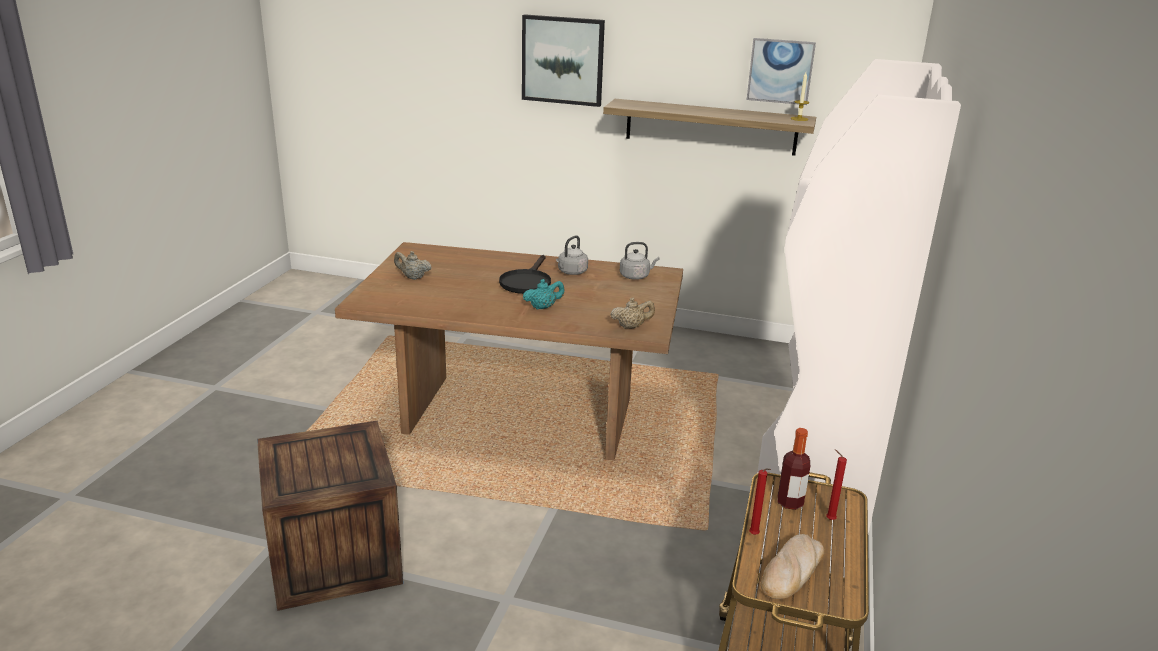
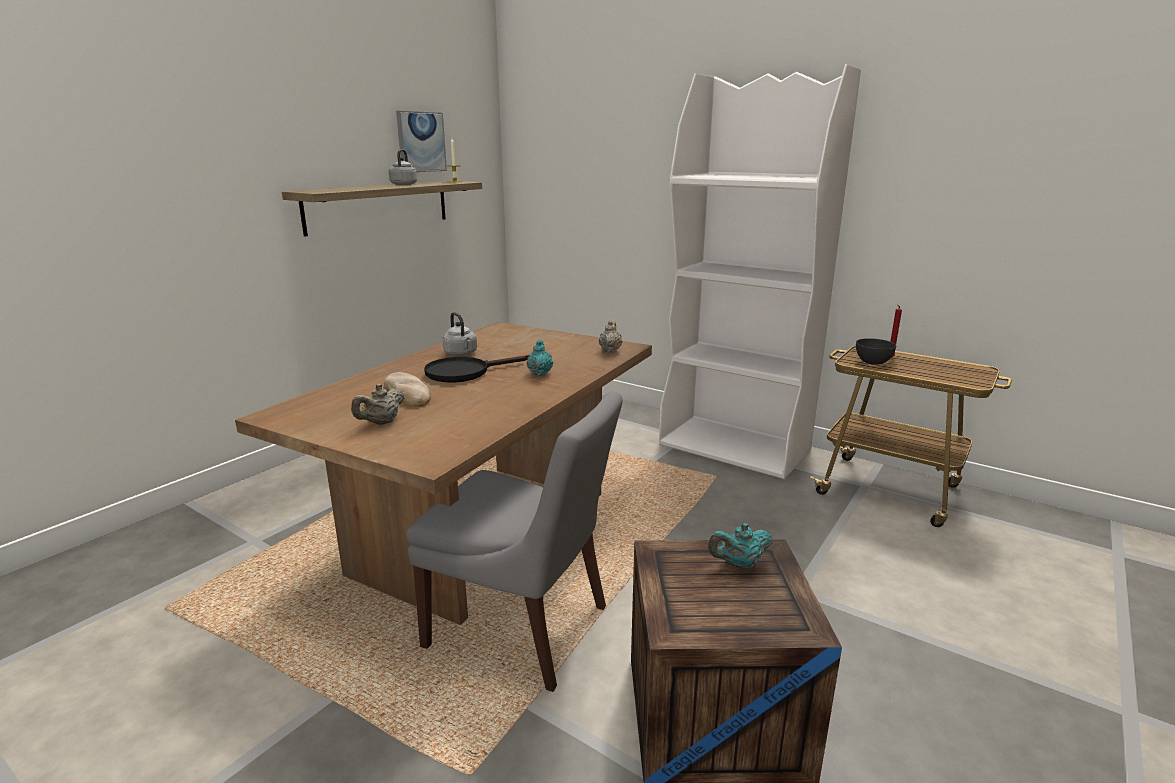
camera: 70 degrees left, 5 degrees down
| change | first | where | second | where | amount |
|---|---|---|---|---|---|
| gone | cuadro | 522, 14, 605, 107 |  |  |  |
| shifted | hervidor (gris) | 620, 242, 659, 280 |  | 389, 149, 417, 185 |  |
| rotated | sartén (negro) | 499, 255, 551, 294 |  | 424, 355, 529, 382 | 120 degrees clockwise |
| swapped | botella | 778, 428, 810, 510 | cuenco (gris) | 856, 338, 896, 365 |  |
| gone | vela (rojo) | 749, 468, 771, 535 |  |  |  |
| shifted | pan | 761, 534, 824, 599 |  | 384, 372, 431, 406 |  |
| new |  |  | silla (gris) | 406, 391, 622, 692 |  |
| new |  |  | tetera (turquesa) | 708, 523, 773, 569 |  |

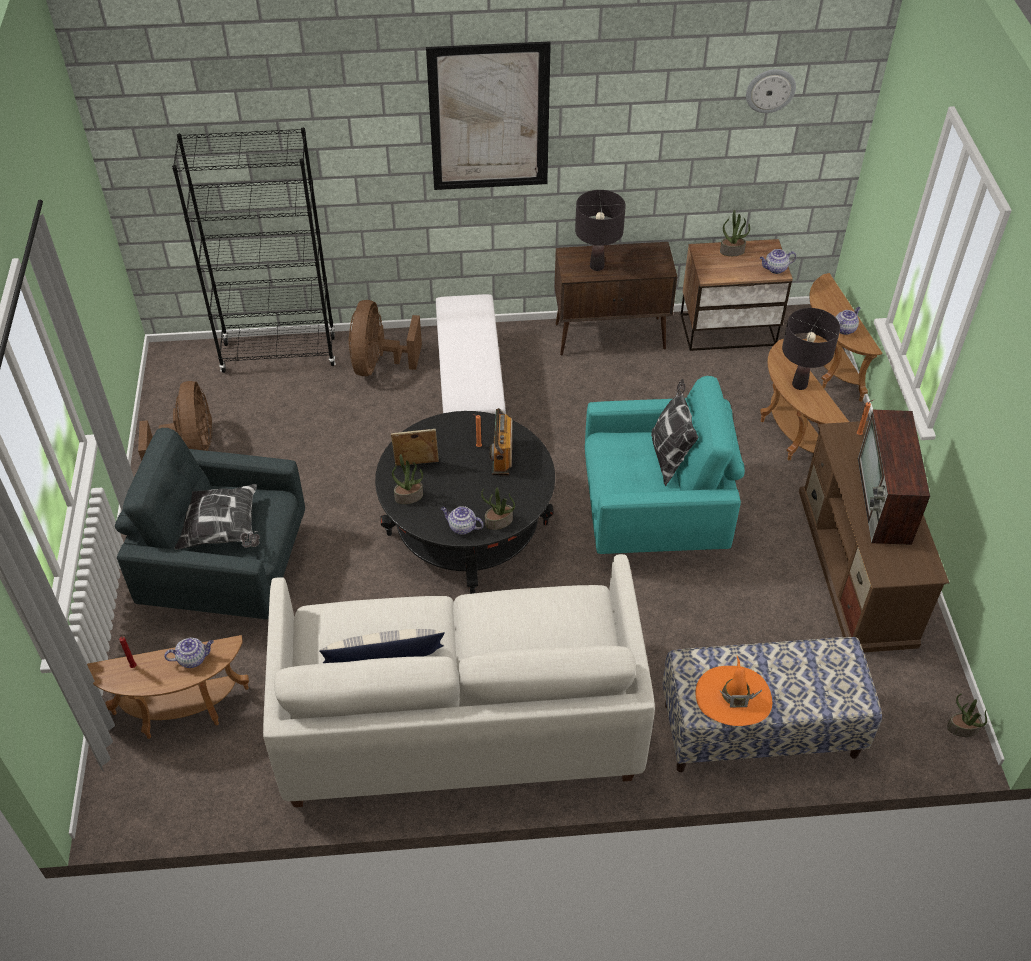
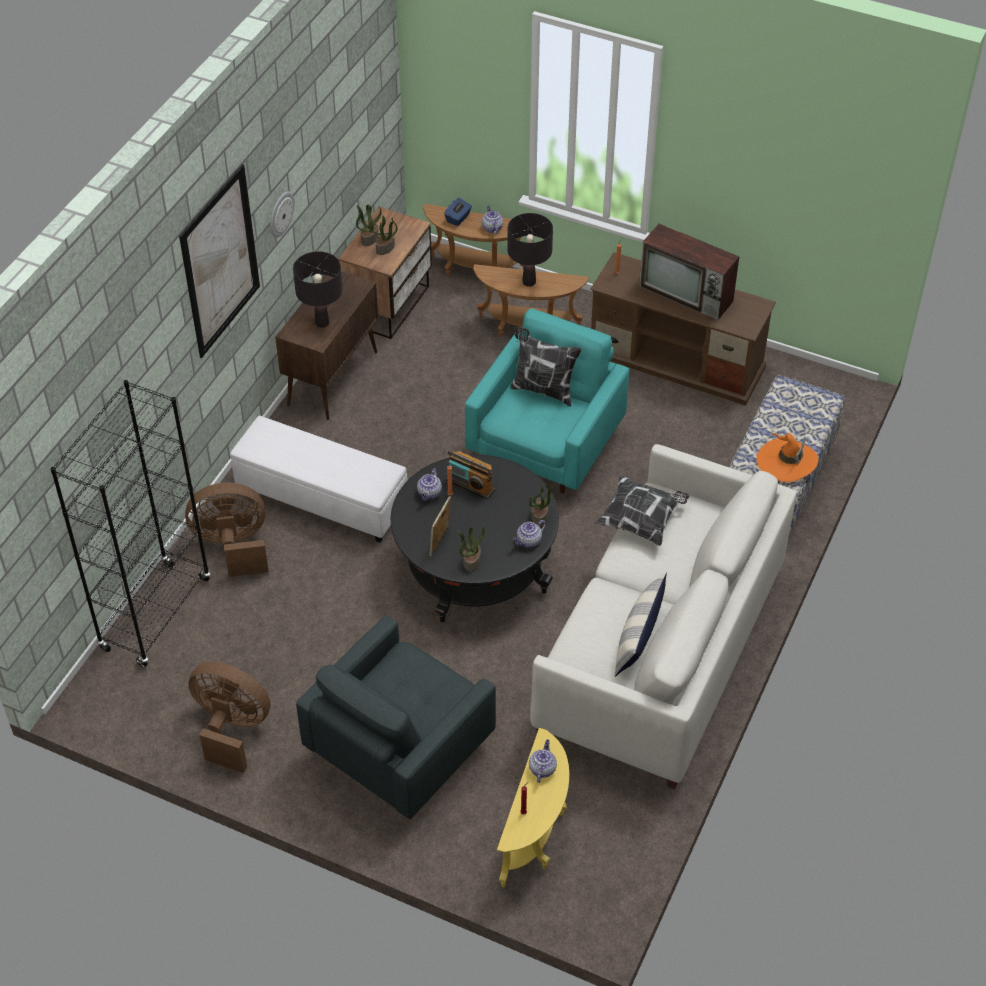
camera: 60 degrees left, 0 degrees up
| change | first | where | second | where | amount |
|---|---|---|---|---|---|
| shifted | reloj de pared | 746, 69, 796, 113 |  | 270, 191, 295, 238 |  |
| shifted | tetera | 760, 249, 796, 274 |  | 417, 468, 442, 501 |  |
| rotated | ventilador (marrón) | 348, 300, 422, 376 |  | 185, 483, 269, 577 | 135 degrees clockwise |
| shifted | cojín | 174, 484, 260, 550 |  | 594, 475, 689, 546 |  |
| repainted | mesa auxiliar (marrón) | 87, 635, 249, 739 | mesa auxiliar (amarillo) | 497, 728, 569, 887 |  |
| shifted | planta en maceta | 947, 693, 987, 737 |  | 370, 215, 398, 255 |  |
| new |  |  | caja de pañuelos (azul) | 444, 198, 472, 226 |  |

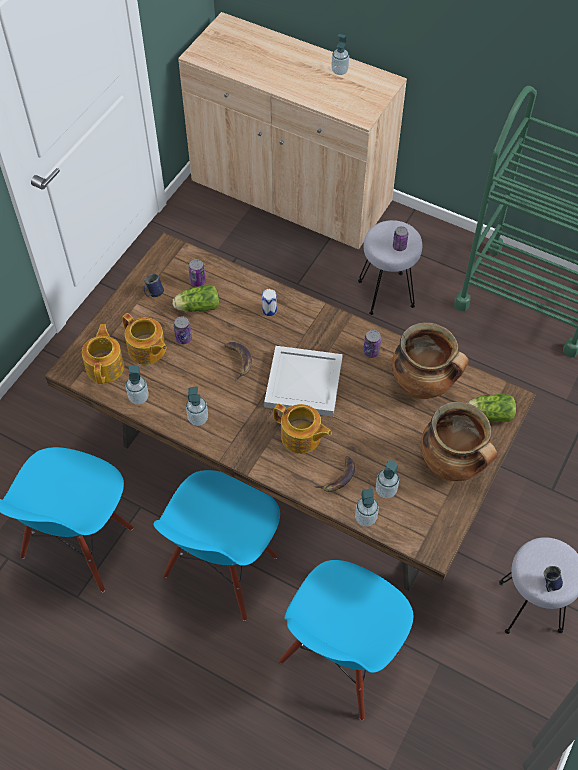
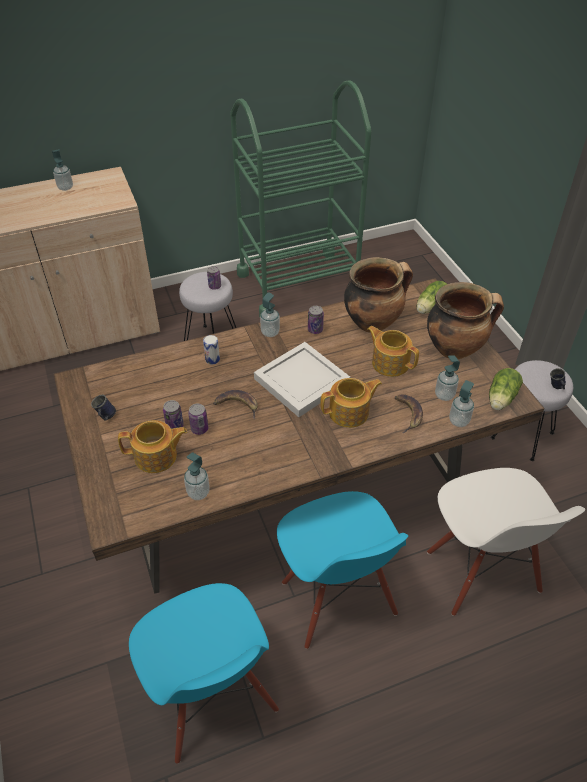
camera: 50 degrees left, 10 degrees down
| change | first | where | second | where | amount |
|---|---|---|---|---|---|
| shifted | lata | 189, 259, 206, 287 |  | 188, 404, 208, 435 |  |
| shifted | lechuga | 173, 285, 219, 312 |  | 489, 368, 523, 410 |  |
| shifted | tetera | 82, 324, 124, 384 |  | 367, 326, 419, 377 |  |
| shifted | dispensador de jabón | 186, 386, 208, 426 |  | 260, 292, 280, 337 |  |
| repainted | silla (azul) | 279, 560, 414, 720 | silla (blanco) | 427, 468, 585, 616 |  |

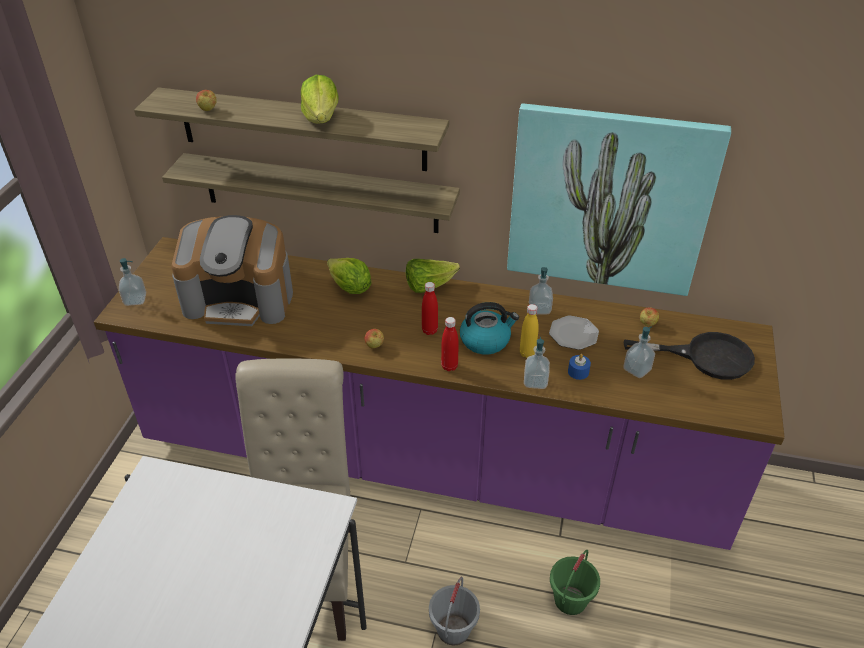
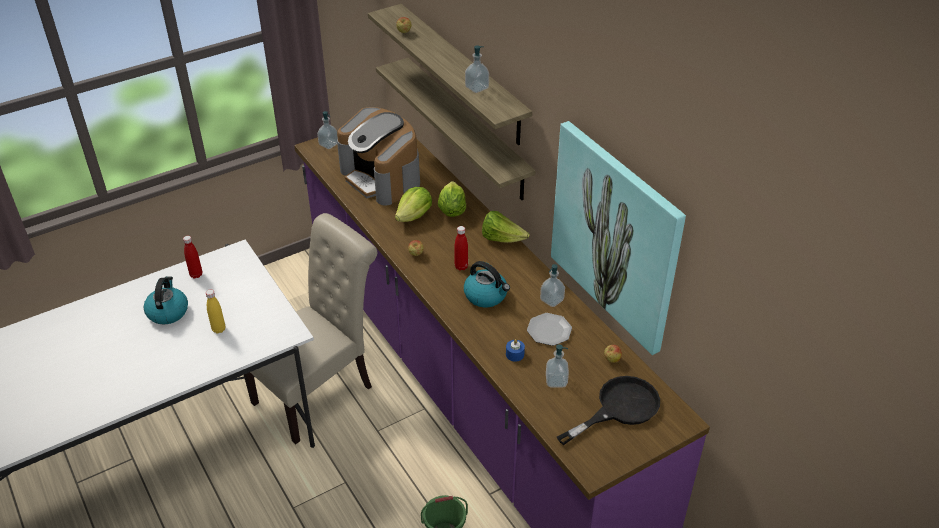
camera: 45 degrees right, 0 degrees up
| change | first | where | second | where | amount |
|---|---|---|---|---|---|
| shifted | lechuga | 301, 75, 338, 124 |  | 395, 187, 432, 222 |  |
| shifted | botella (amarillo) | 520, 304, 539, 358 |  | 206, 289, 225, 333 |  |
| shifted | botella (rojo) | 441, 317, 459, 371 |  | 183, 236, 202, 279 |  |
| rotated | sartén (negro) | 624, 332, 755, 380 |  | 557, 376, 660, 445 | 90 degrees counterclockwise |
| shifted | dispensador de jabón | 524, 337, 550, 389 |  | 465, 45, 489, 93 |  |
| gone | cubo (gris) | 429, 576, 480, 646 |  |  |  |
| new |  |  | hervidor | 144, 276, 188, 325 |  |

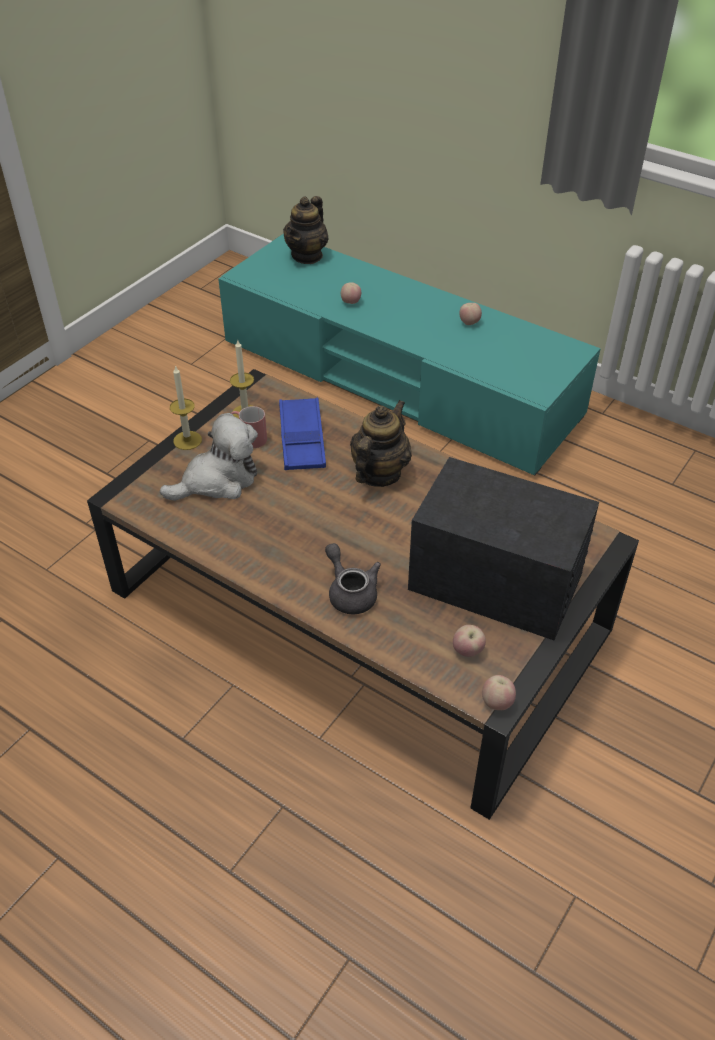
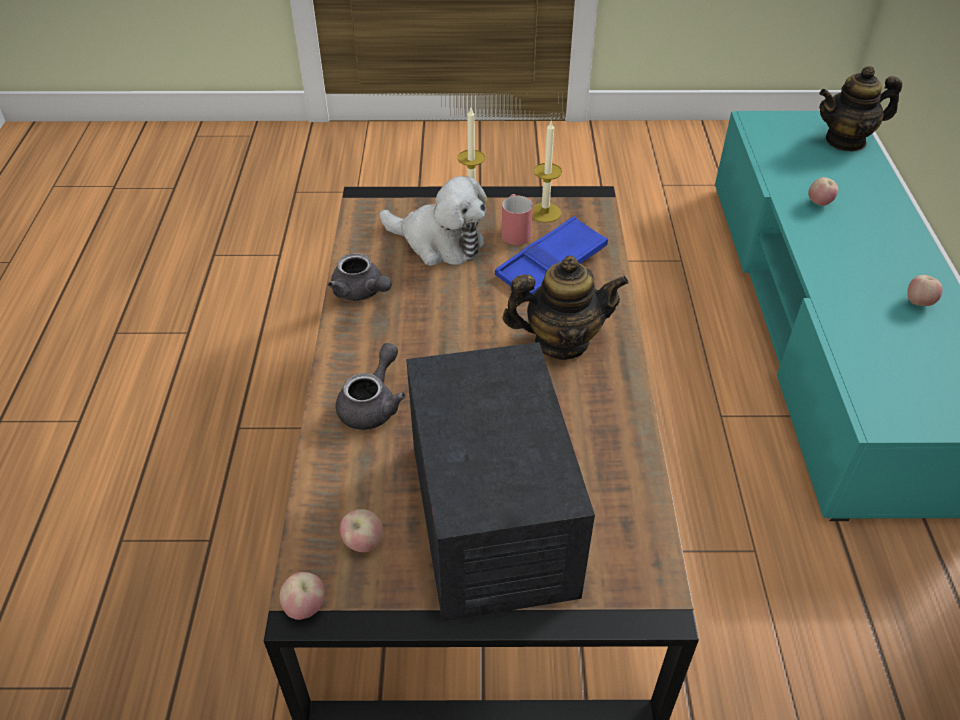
camera: 55 degrees right, 0 degrees up
| change | first | where | second | where | amount |
|---|---|---|---|---|---|
| new |  |  | tetera (gris) | 328, 253, 392, 301 |  |

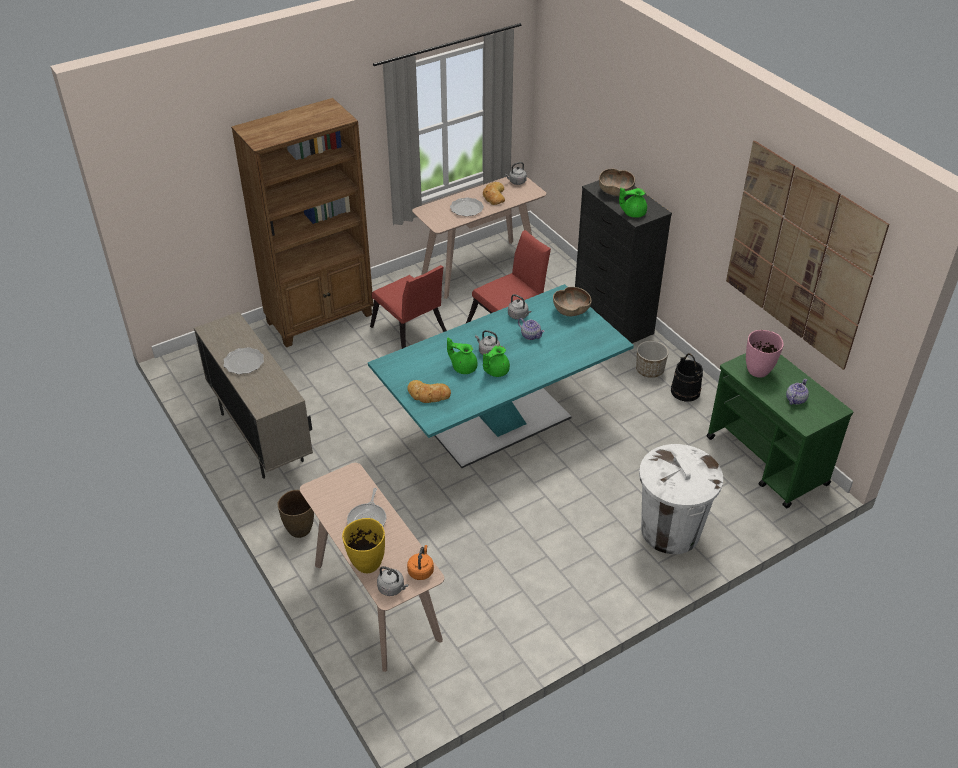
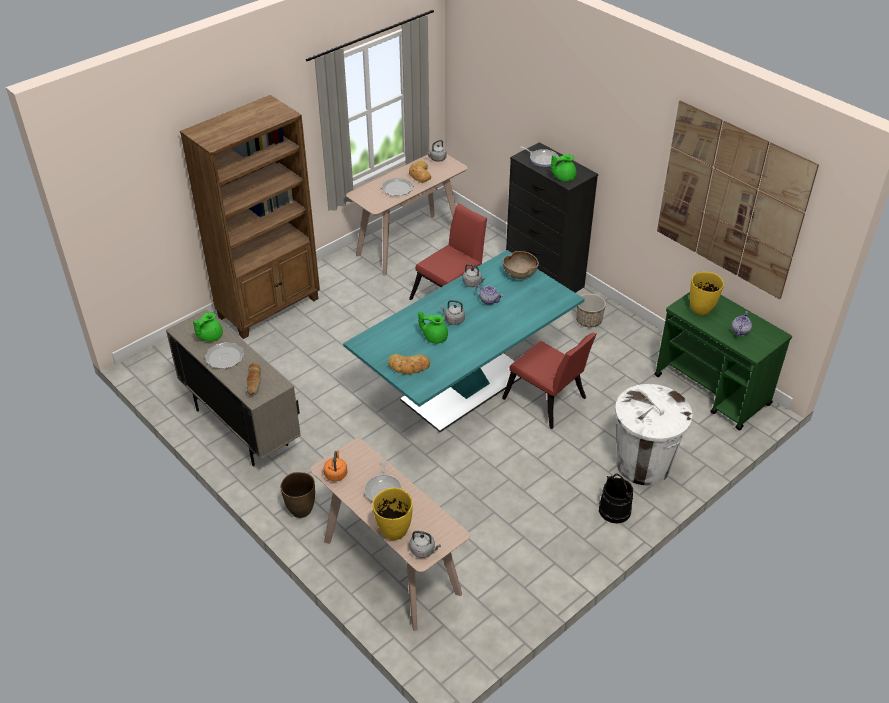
camera: 10 degrees left, 0 degrees up
| change | first | where | second | where | amount |
|---|---|---|---|---|---|
| swapped | cuenco (marrón) | 599, 169, 635, 196 | sartén | 520, 146, 559, 167 |  |
| shifted | silla (rojo) | 370, 265, 447, 349 |  | 502, 333, 596, 429 |  |
| repainted | florero (rosa) | 746, 330, 784, 378 | florero (amarillo) | 690, 272, 724, 315 |  |
| shifted | tetera (verde) | 483, 345, 510, 377 |  | 193, 312, 223, 342 |  |
| shifted | cubo (negro) | 671, 353, 703, 402 |  | 599, 474, 633, 524 |  |
| shifted | hervidor (naranja) | 407, 545, 434, 580 |  | 323, 450, 347, 482 |  |
| new |  |  | pan | 247, 363, 261, 396 |  |

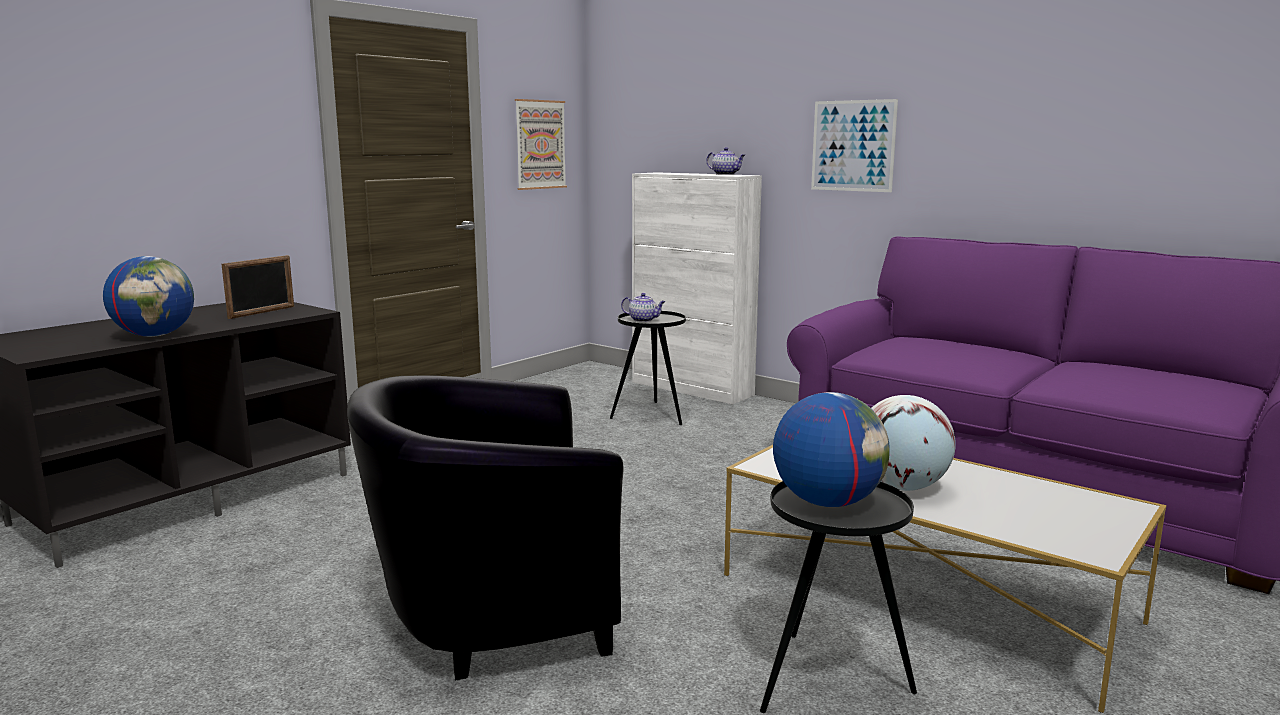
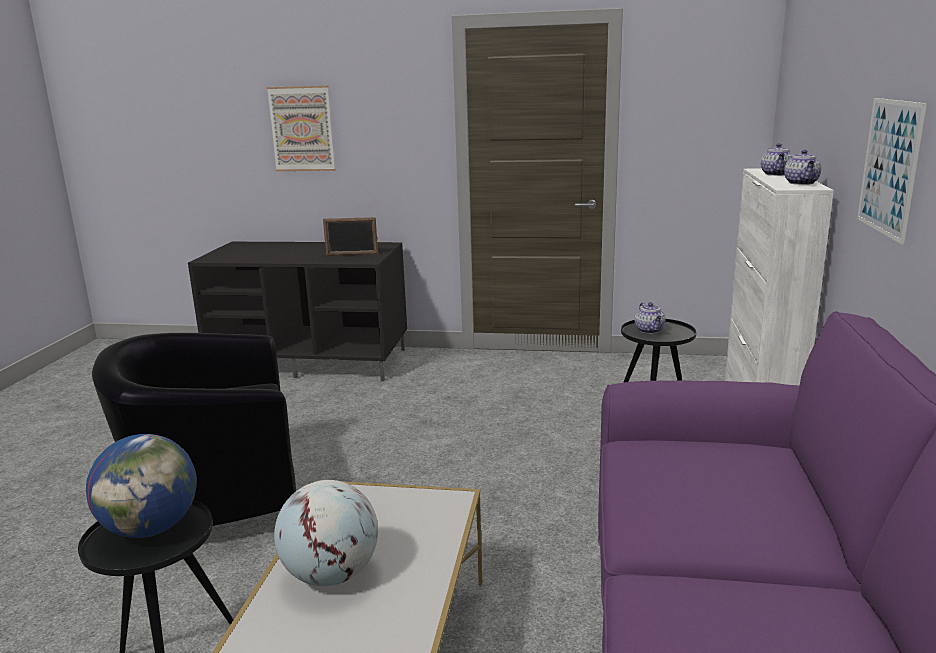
camera: 60 degrees right, 5 degrees up
| change | first | where | second | where | amount |
|---|---|---|---|---|---|
| shifted | cuadro | 515, 99, 567, 190 |  | 267, 86, 335, 171 |  |
| gone | globo terráqueo | 103, 256, 194, 337 |  |  |  |
| rotated | sillón (negro) | 347, 376, 624, 680 |  | 92, 333, 296, 526 | 60 degrees counterclockwise |
| new |  |  | tetera | 761, 143, 793, 176 |  |

